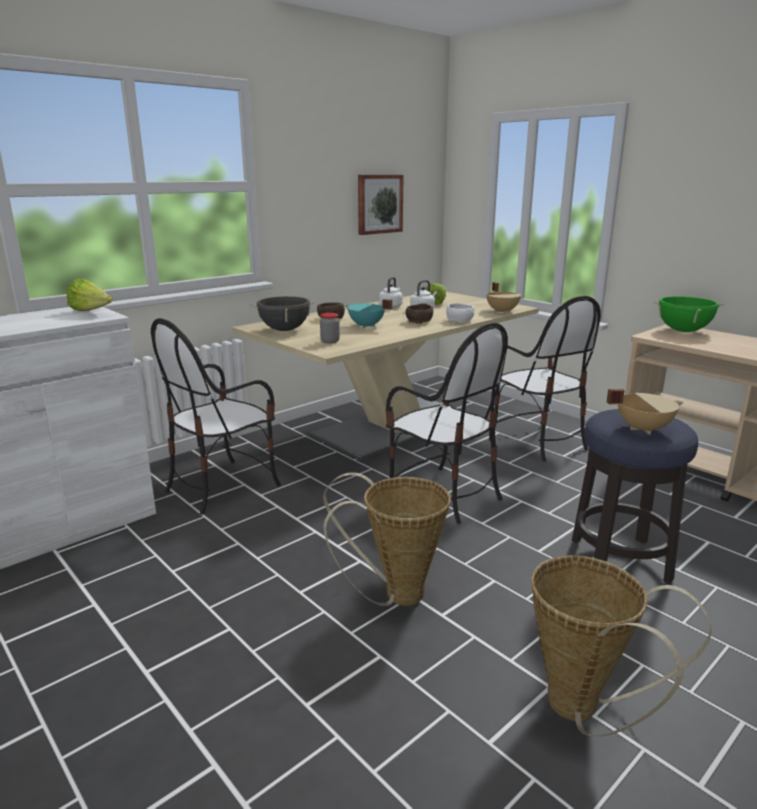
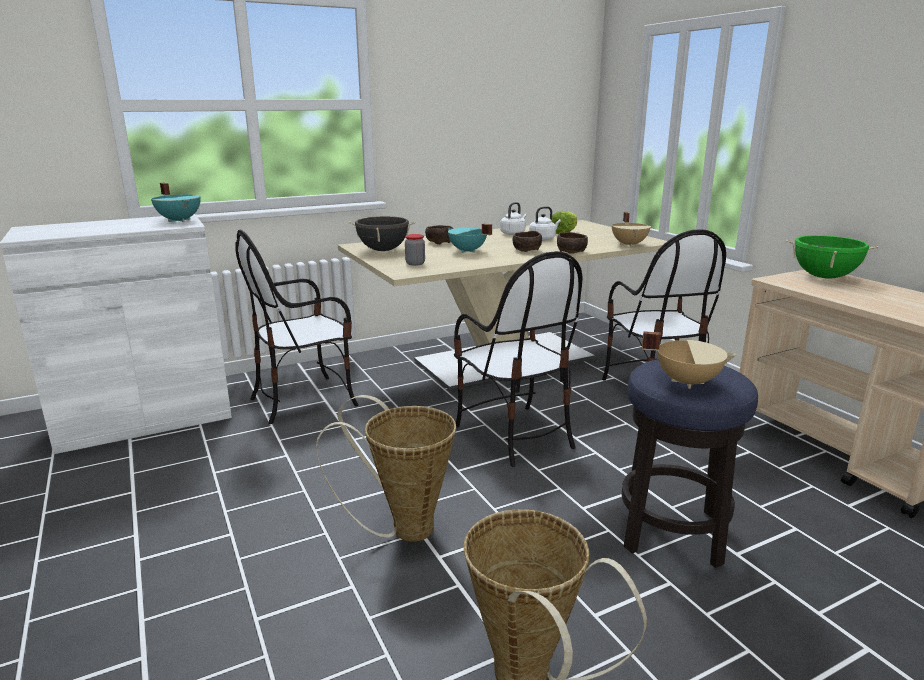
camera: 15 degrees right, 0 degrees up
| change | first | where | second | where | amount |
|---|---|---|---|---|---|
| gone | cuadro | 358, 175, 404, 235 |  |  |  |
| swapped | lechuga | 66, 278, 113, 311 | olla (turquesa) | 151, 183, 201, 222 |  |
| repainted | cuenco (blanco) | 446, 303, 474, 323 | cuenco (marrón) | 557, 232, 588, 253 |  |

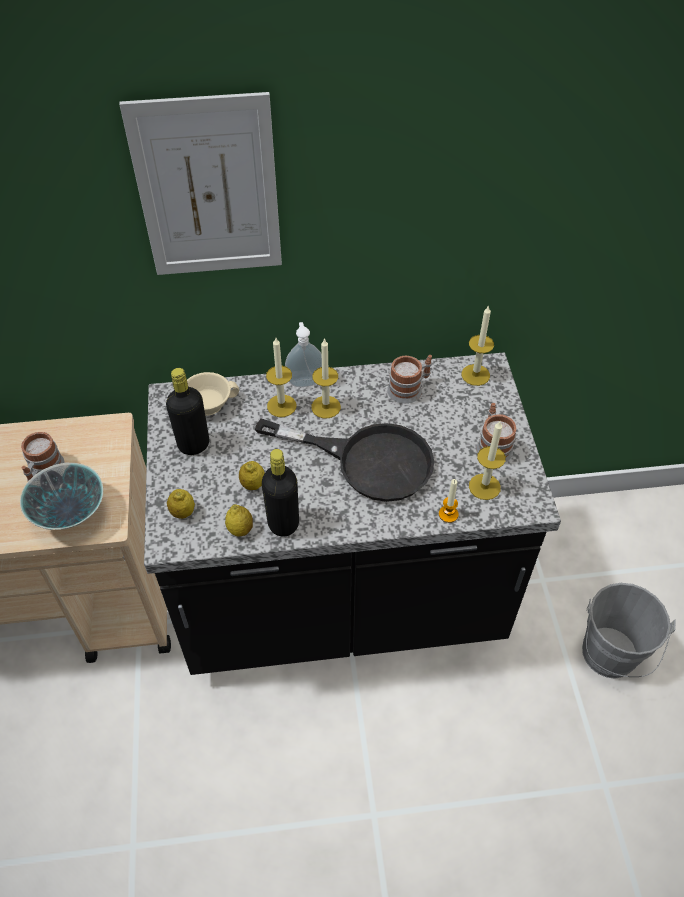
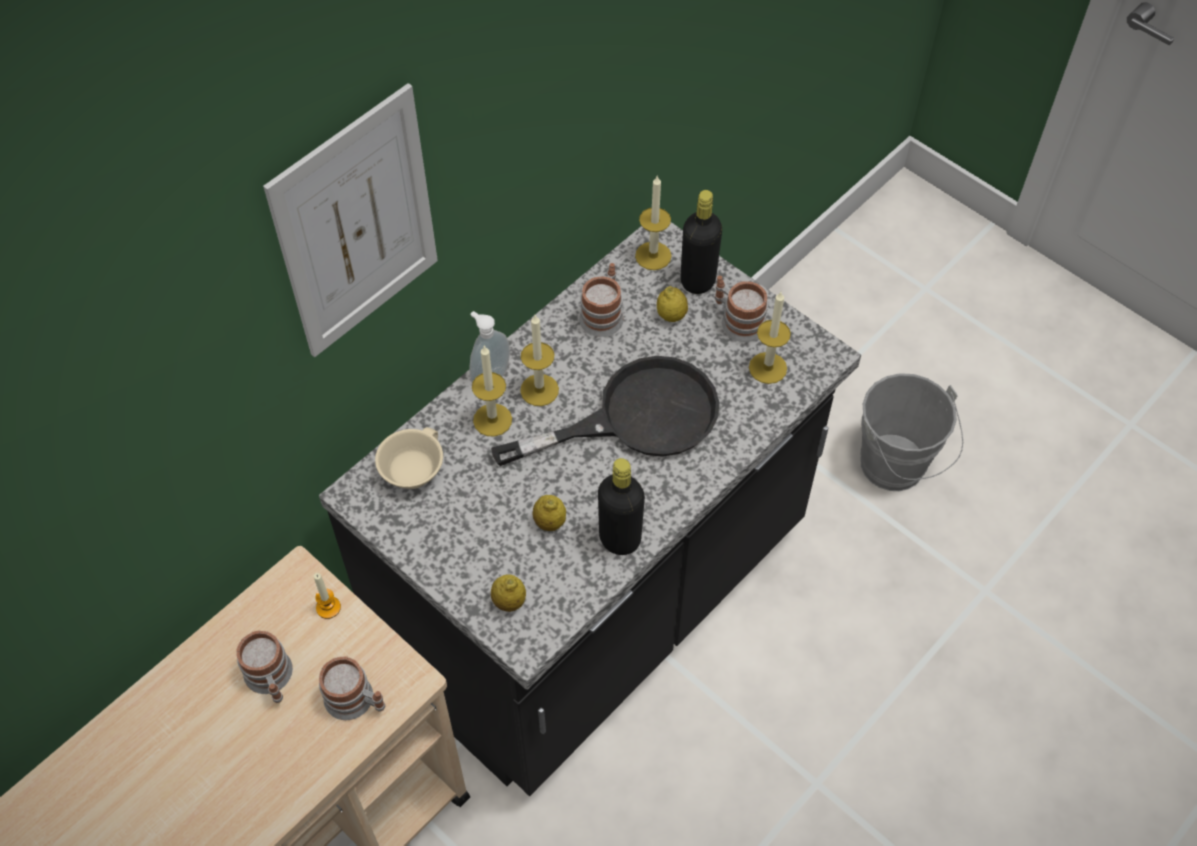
camera: 40 degrees left, 5 degrees up
| change | first | where | second | where | amount |
|---|---|---|---|---|---|
| shifted | botella (negro) | 166, 368, 209, 455 |  | 680, 190, 722, 294 |  |
| swapped | cuenco | 20, 463, 103, 530 | taza grande | 319, 656, 385, 720 |  |
| shifted | vela | 439, 479, 459, 523 |  | 314, 573, 341, 619 |  |
| shifted | limón | 225, 504, 253, 537 |  | 657, 286, 688, 322 |  |

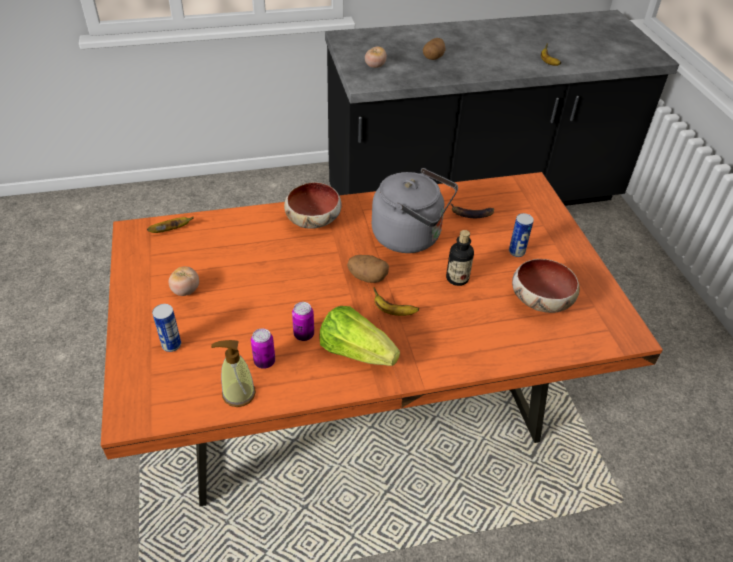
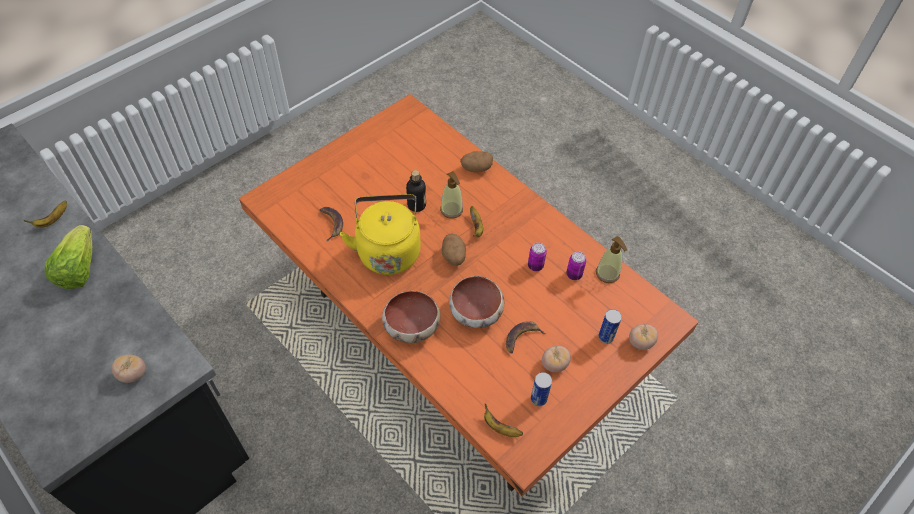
camera: 120 degrees left, 10 degrees up
| change | first | where | second | where | amount |
|---|---|---|---|---|---|
| shifted | patata | 423, 38, 445, 60 |  | 460, 151, 493, 172 |  |
| repainted | hervidor (gris) | 372, 168, 458, 253 | hervidor (amarillo) | 340, 194, 421, 275 |  |
| shifted | lata | 509, 213, 534, 257 |  | 531, 372, 552, 406 |  |
| shifted | cuenco | 512, 259, 580, 313 |  | 449, 276, 504, 328 |  |
| shifted | lechuga | 320, 306, 400, 366 |  | 45, 225, 92, 289 |  |
| new |  |  | dispensador de jabón | 440, 171, 463, 219 |  |
| new |  |  | plátano | 506, 321, 546, 354 |  |
| new |  |  | tomate | 629, 324, 658, 350 |  |

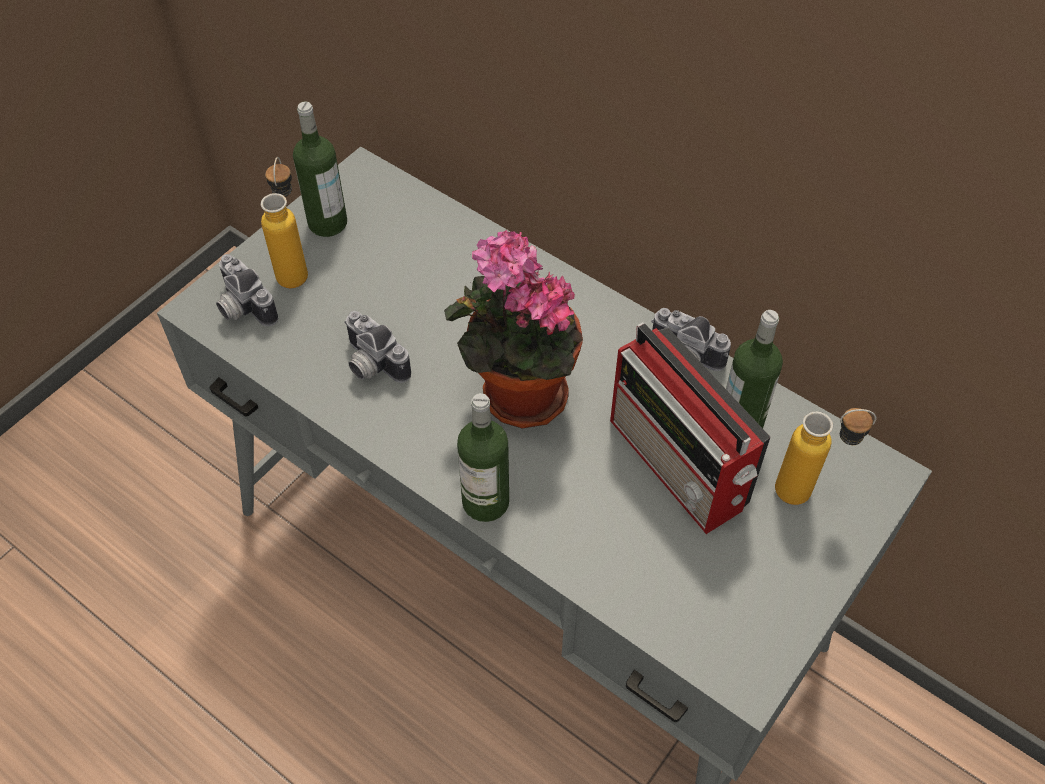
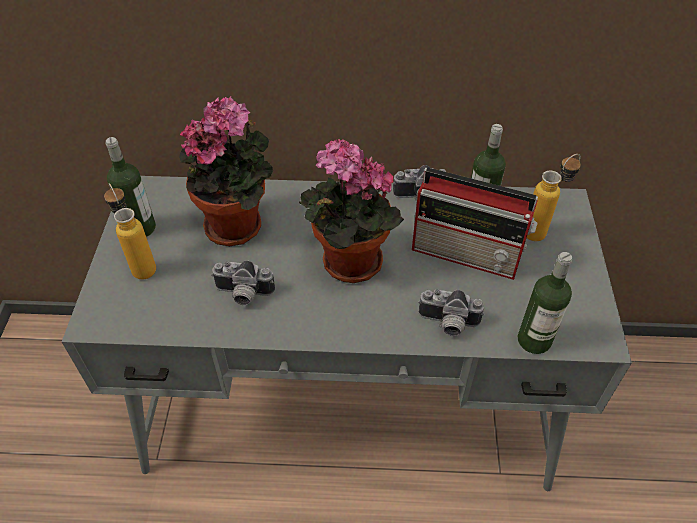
camera: 35 degrees left, 5 degrees down
| change | first | where | second | where | amount |
|---|---|---|---|---|---|
| shifted | cámara | 216, 254, 278, 326 |  | 418, 290, 485, 336 |  |
| shifted | botella | 457, 393, 509, 522 |  | 518, 252, 572, 354 |  |
| new |  |  | planta en maceta | 179, 96, 273, 246 |  |

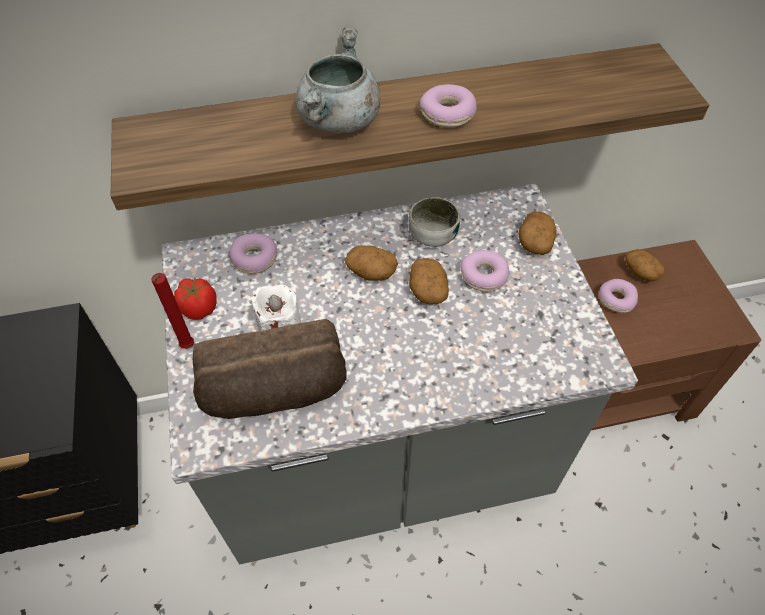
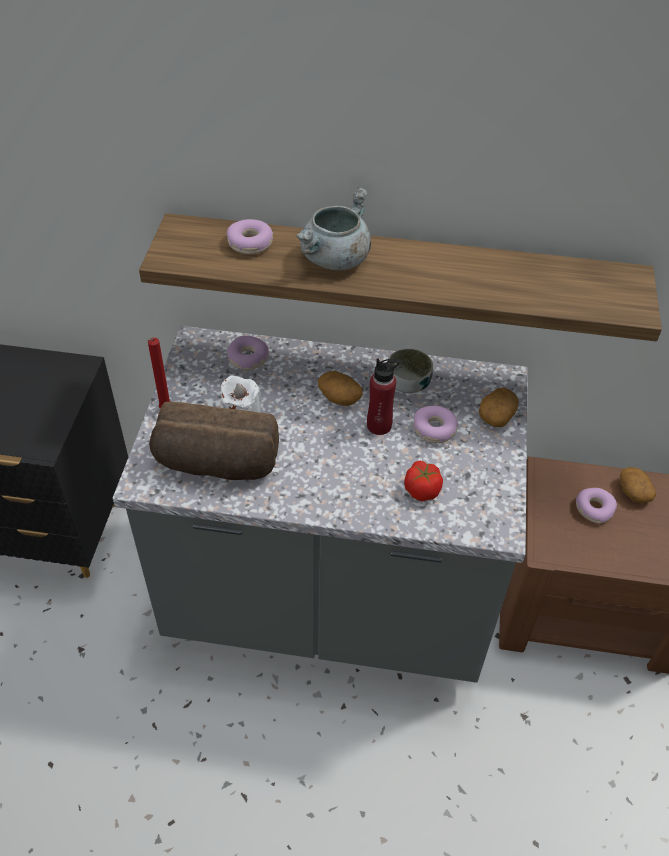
camera: 20 degrees right, 5 degrees down
| change | first | where | second | where | amount |
|---|---|---|---|---|---|
| shifted | rosquilla | 420, 84, 477, 128 |  | 227, 219, 273, 255 |  |
| swapped | patata | 409, 258, 449, 304 | botella (rojo) | 367, 359, 399, 435 |  |
| shifted | tomate | 174, 278, 217, 320 |  | 404, 461, 443, 501 |  |

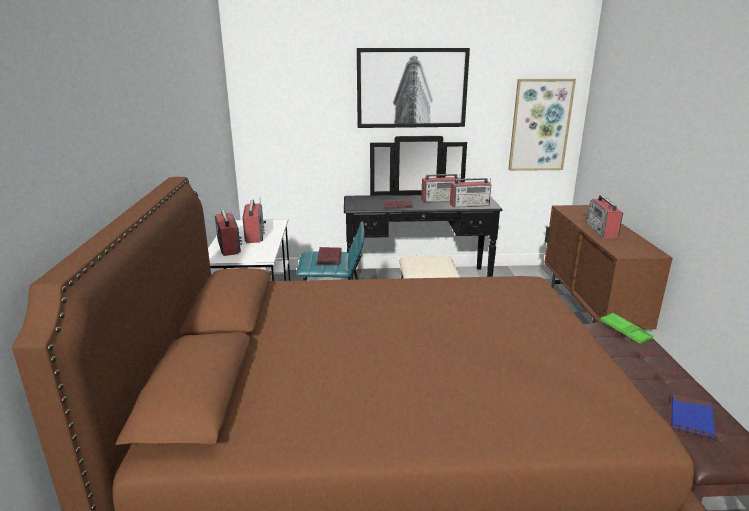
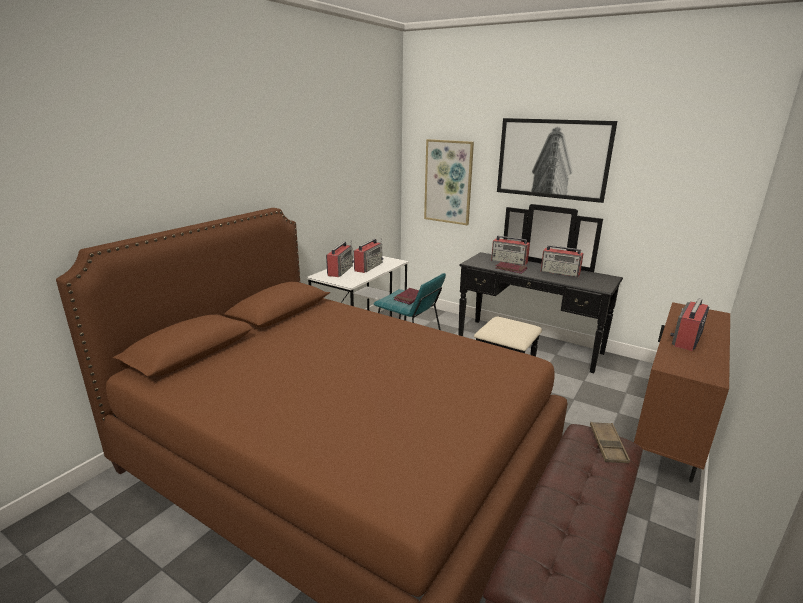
camera: 35 degrees right, 0 degrees up
| change | first | where | second | where | amount |
|---|---|---|---|---|---|
| shifted | cuadro | 508, 79, 576, 171 |  | 424, 139, 474, 225 |  |
| shifted | radio | 450, 178, 491, 207 |  | 491, 236, 530, 265 |  |
| repainted | bandeja (verde) | 600, 313, 653, 344 | bandeja (marrón) | 590, 422, 630, 463 |  |
| gone | libro (azul) | 672, 394, 715, 438 |  |  |  |

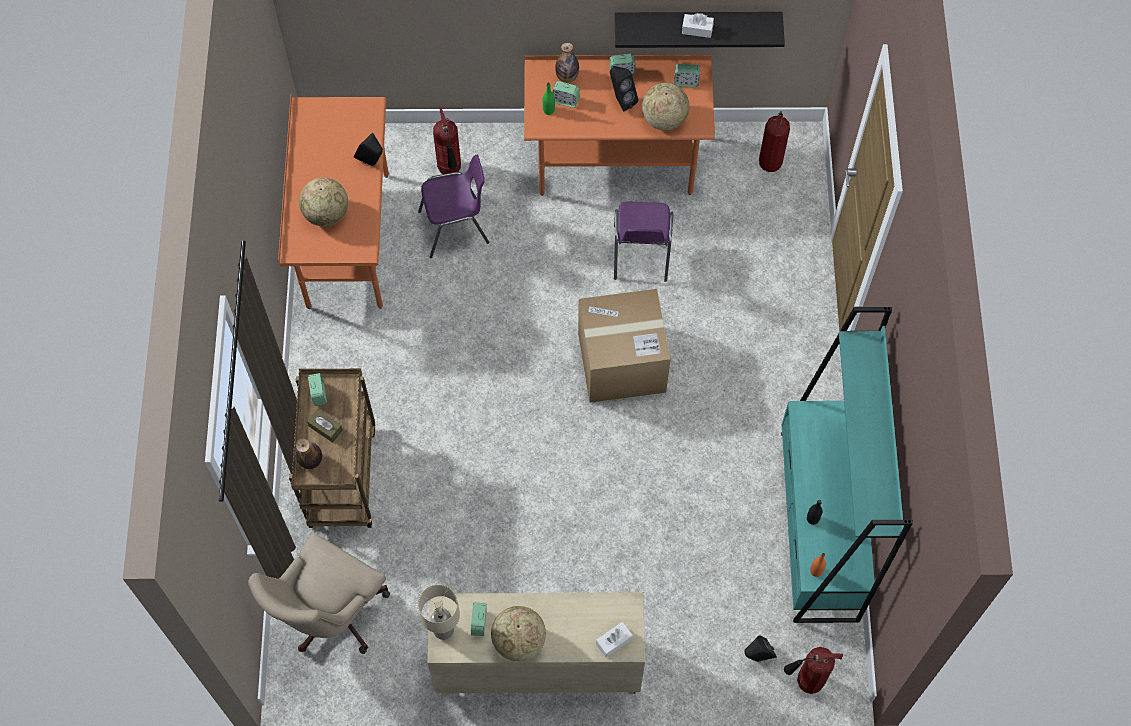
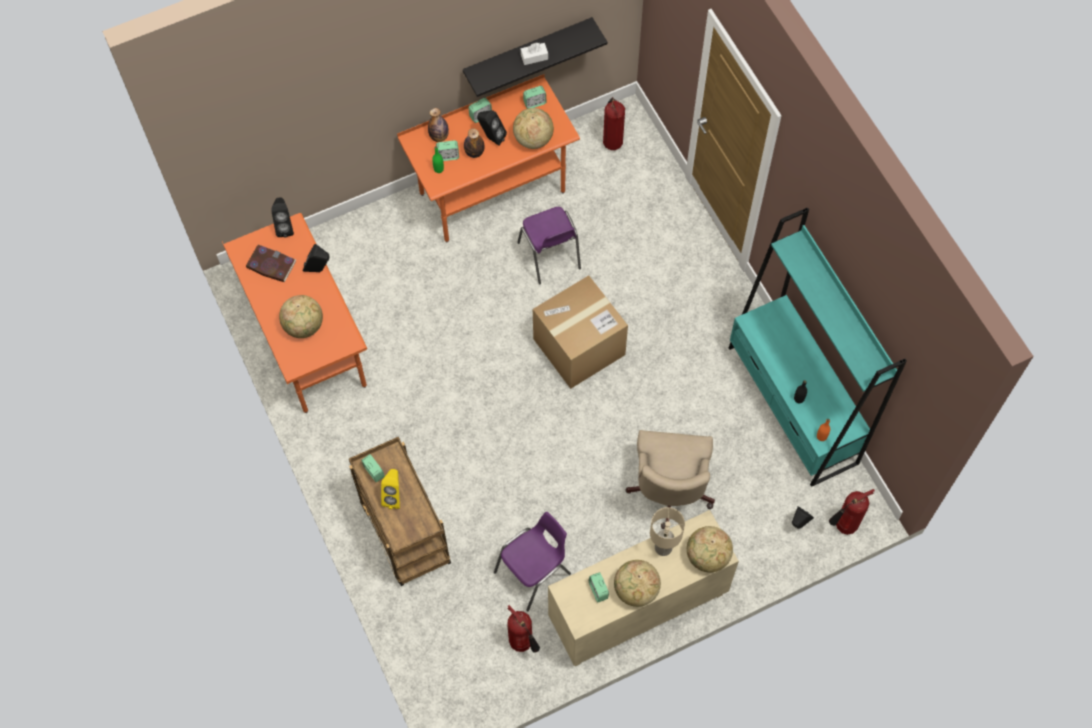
camera: 25 degrees left, 0 degrees up
| change | first | where | second | where | amount |
|---|---|---|---|---|---|
| shifted | extintor | 433, 107, 461, 174 |  | 507, 605, 540, 652 |  |
| shifted | silla (morado) | 418, 155, 490, 258 |  | 494, 512, 571, 611 |  |
| swapped | caja de pañuelos (marrón) | 307, 409, 343, 442 | altavoz (amarillo) | 381, 469, 400, 509 |  |
| shifted | botella | 295, 438, 322, 469 |  | 464, 128, 485, 158 |  |
| shifted | silla de oficina (beis) | 248, 532, 390, 654 |  | 625, 430, 715, 529 |  |
| shifted | lámpara de mesa (beis) | 418, 585, 460, 640 |  | 650, 507, 685, 556 |  |
| swapped | caja de pañuelos (blanco) | 596, 622, 633, 657 | globo terráqueo | 687, 526, 733, 573 |  |
| new |  |  | altavoz (negro) | 271, 197, 294, 238 |  |
| new |  |  | libro | 246, 245, 296, 282 |  |

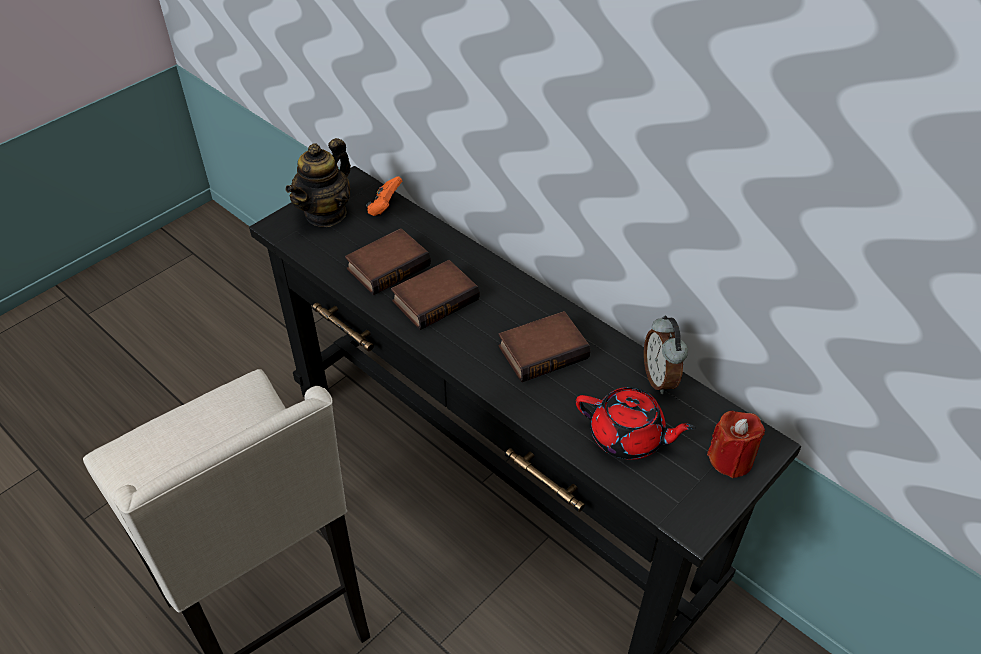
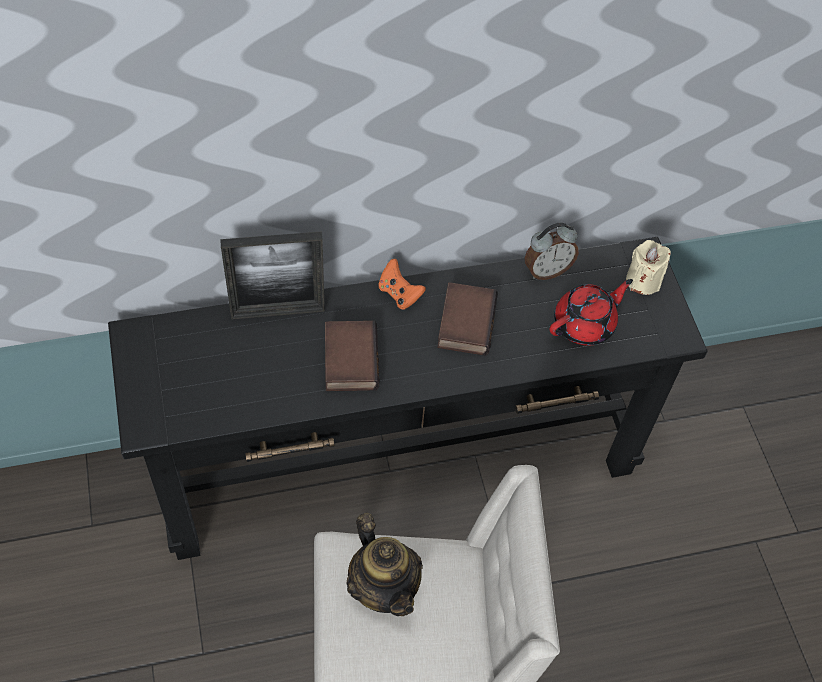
camera: 60 degrees left, 10 degrees up
| change | first | where | second | where | amount |
|---|---|---|---|---|---|
| shifted | tetera | 285, 138, 351, 227 |  | 346, 513, 423, 616 |  |
| shifted | mando de consola (naranja) | 366, 176, 402, 216 |  | 378, 259, 426, 309 |  |
| gone | libro | 345, 228, 431, 295 |  |  |  |
| rotated | despertador | 644, 315, 688, 394 |  | 524, 223, 579, 280 | 45 degrees counterclockwise |
| repainted | vela (rojo) | 707, 411, 765, 478 | vela (beis) | 626, 240, 671, 295 |  |
| new |  |  | portarretratos | 220, 231, 325, 319 |  |

